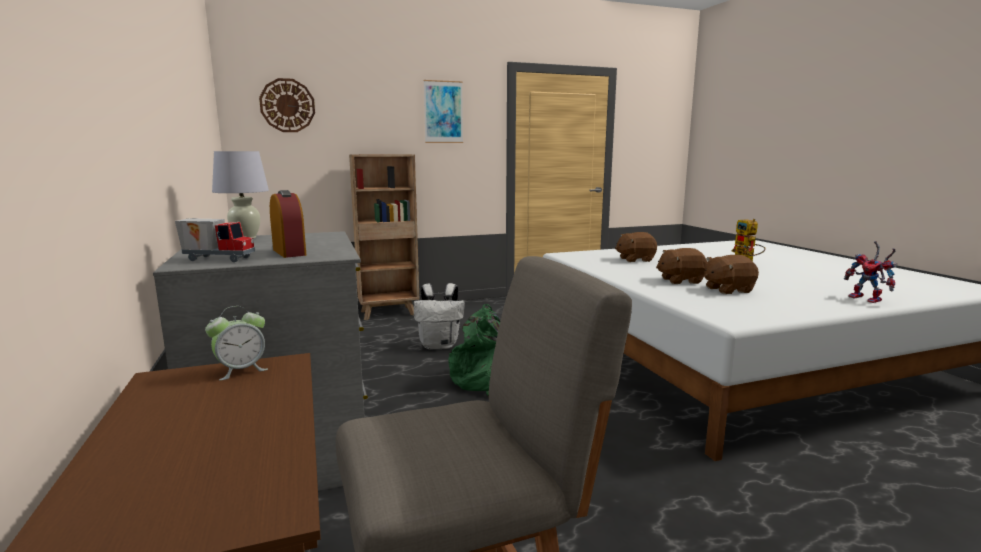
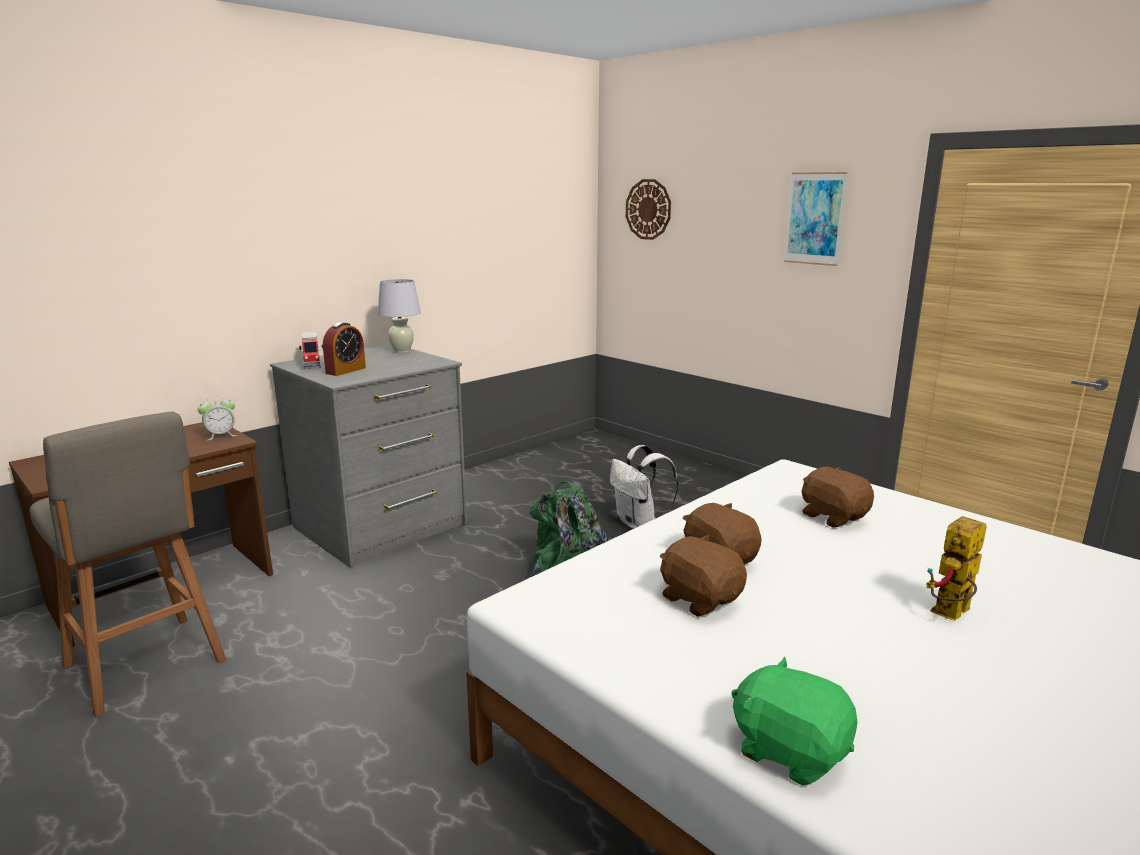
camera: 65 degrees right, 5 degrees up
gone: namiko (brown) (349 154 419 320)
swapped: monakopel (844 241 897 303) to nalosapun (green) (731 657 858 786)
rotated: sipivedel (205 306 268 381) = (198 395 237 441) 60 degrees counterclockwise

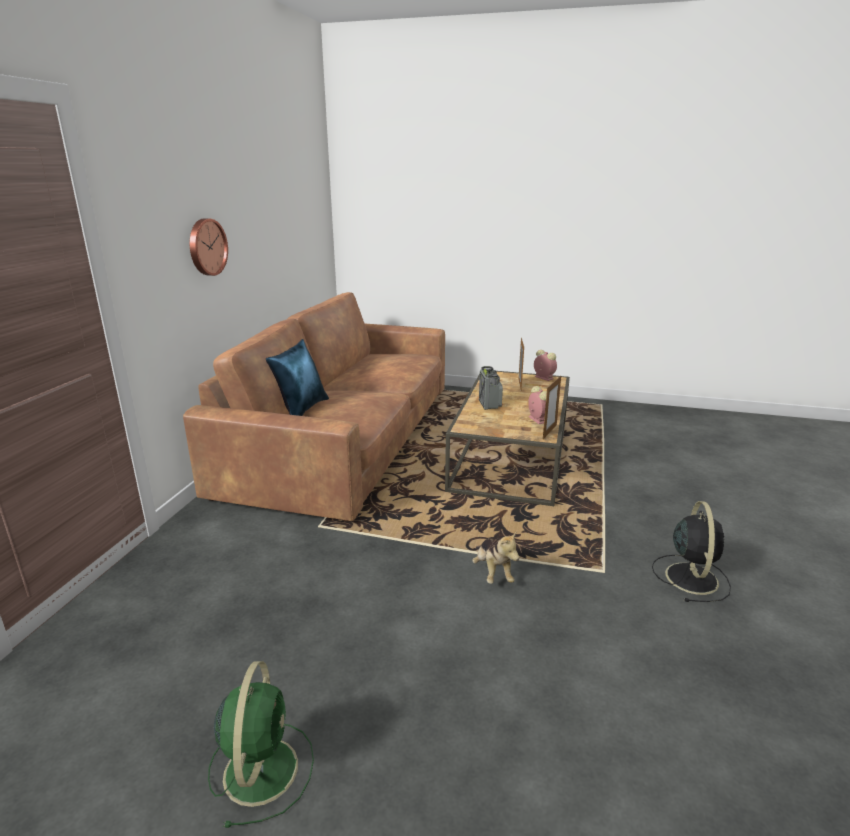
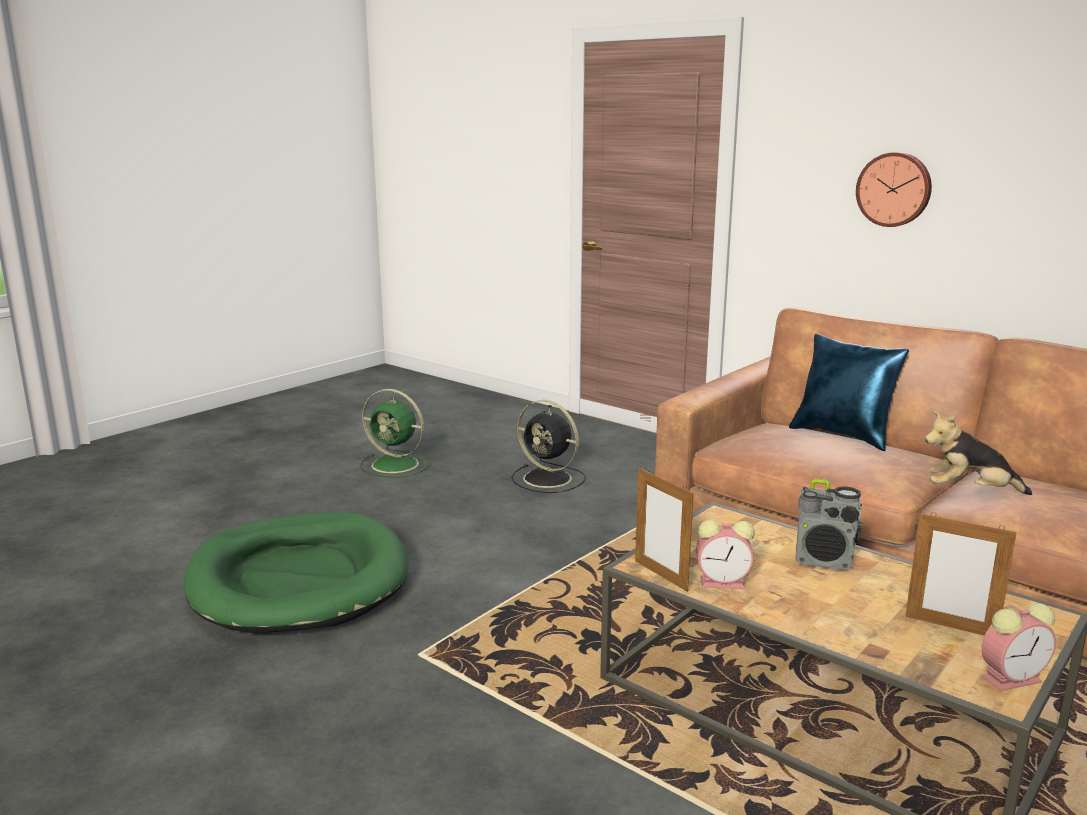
camera: 115 degrees right, 5 degrees down
new: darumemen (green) (184 512 409 633)
shifted: nalosapun (472 532 519 584) to (925 411 1032 495); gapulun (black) (652 501 731 602) to (511 400 586 493)

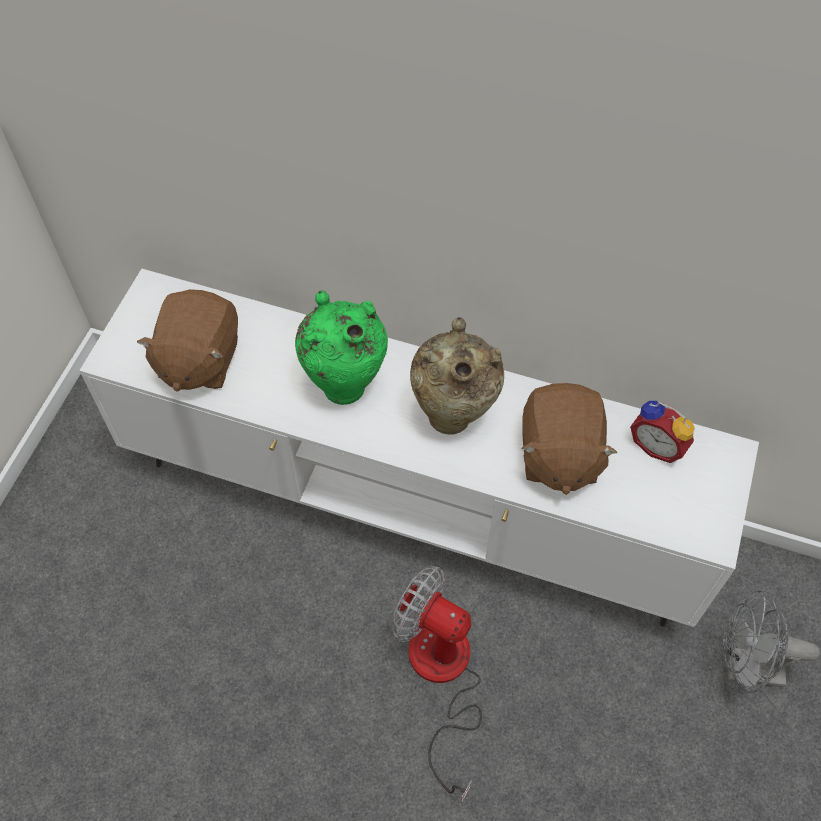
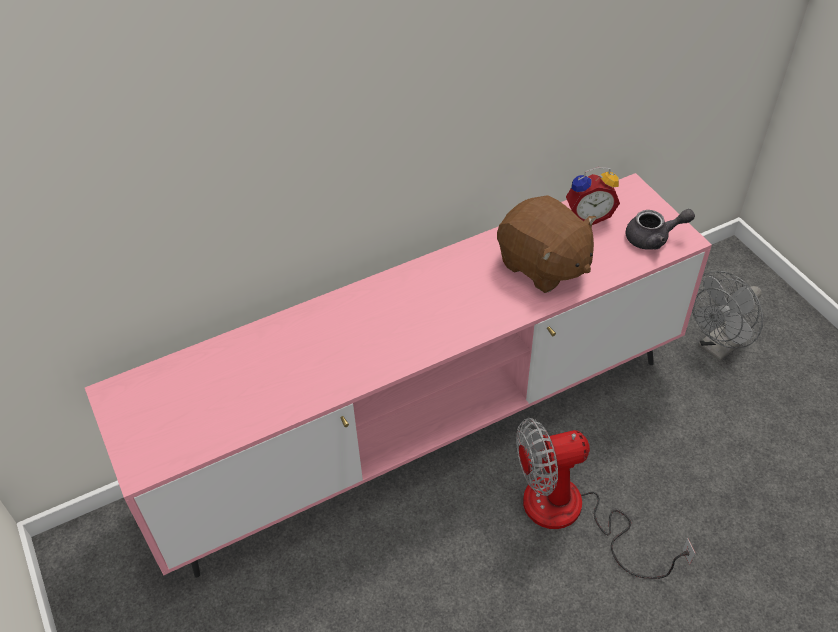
camera: 45 degrees left, 10 degrees down
gone: nalosapun (brown) (137 289 238 391); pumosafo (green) (295 290 388 405); pumosafo (beige) (410 317 504 434)
new: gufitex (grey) (626 209 695 250)
repainted: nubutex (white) (79 269 759 627) to nubutex (pink) (85 173 712 577)

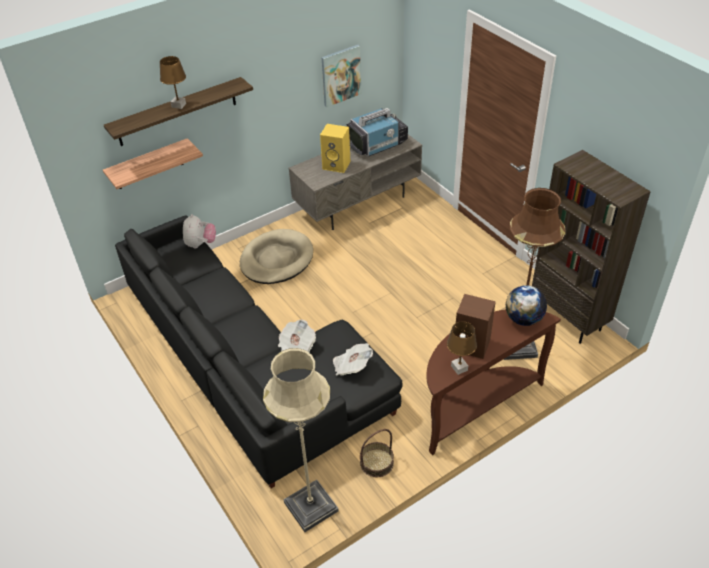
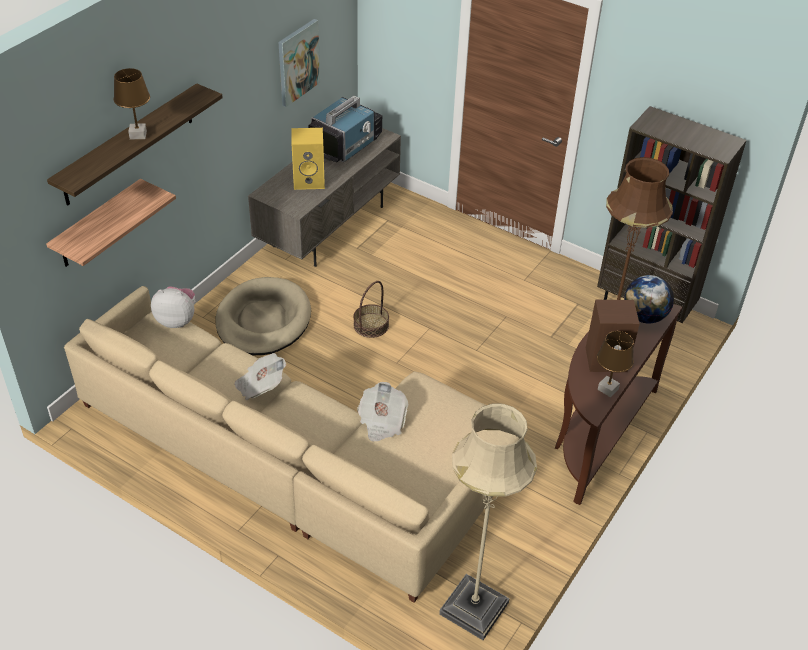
camera: 25 degrees left, 0 degrees up
shifted: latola (333 343 373 376) to (234 353 286 400); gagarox (360 429 394 477) to (353 281 389 338)
repainted: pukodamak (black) (115 215 402 488) to pukodamak (beige) (64 286 520 603)
rotated: nalosapun (183 214 216 248) = (151 286 195 328) 60 degrees counterclockwise

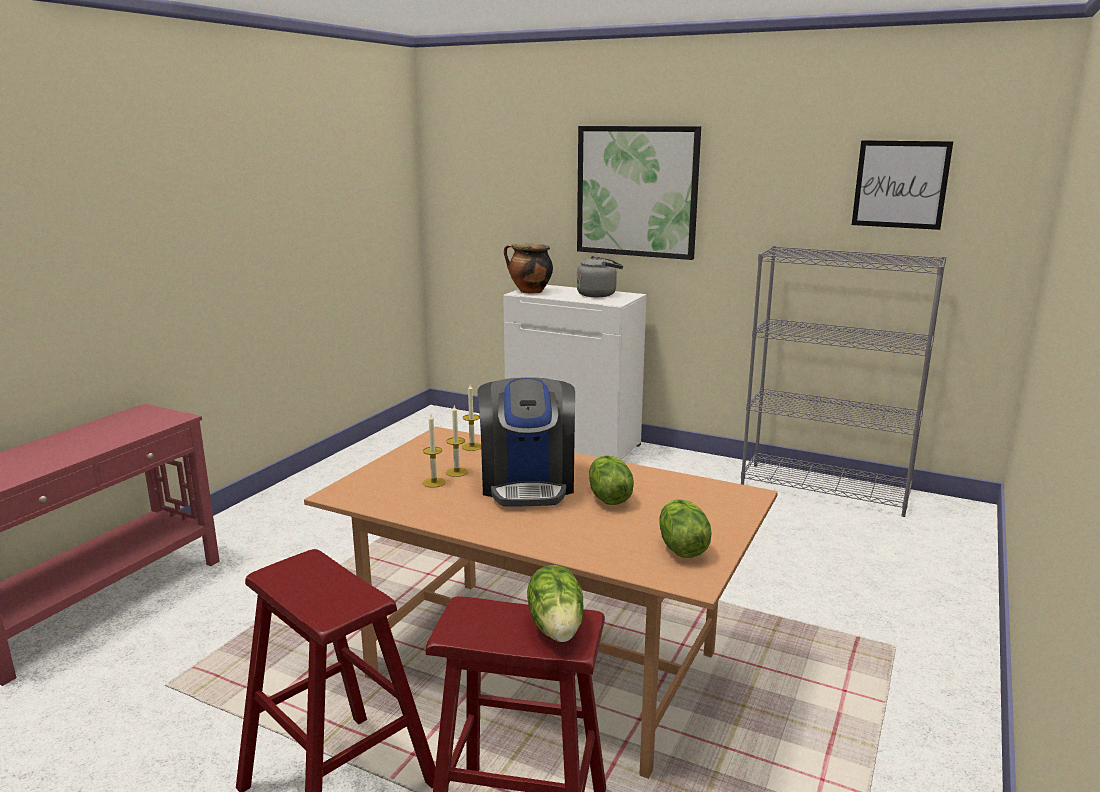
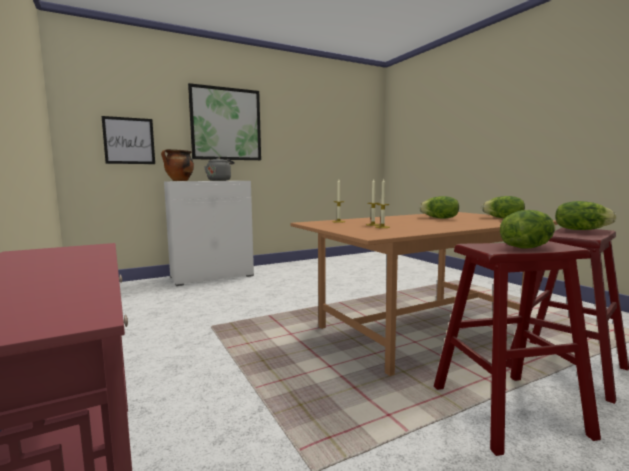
camera: 55 degrees left, 10 degrees down
gone: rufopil (477 377 575 507); namiko (grey) (741 246 946 517)
new: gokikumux (500 210 555 249)
shifted: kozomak (852 140 953 230) to (102 116 155 164)

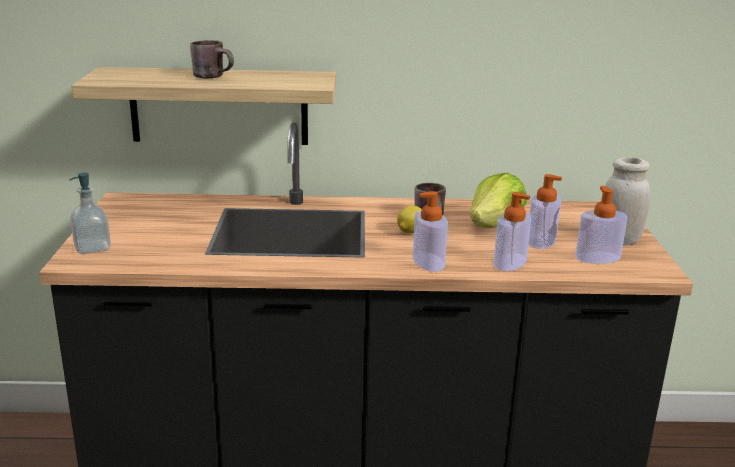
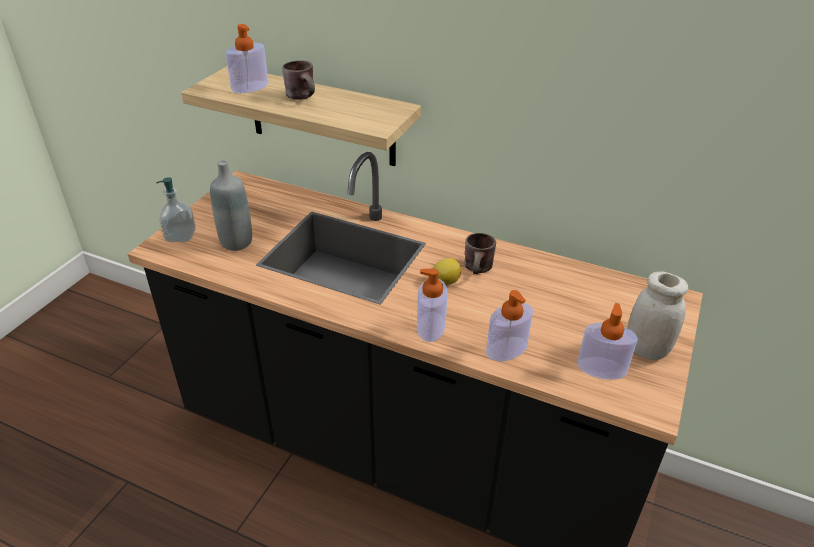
camera: 25 degrees right, 15 degrees up
gone: gokikumux (470 173 527 228)
new: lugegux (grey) (210 160 252 251)
shifted: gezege (528 174 562 249) to (225 24 268 93)

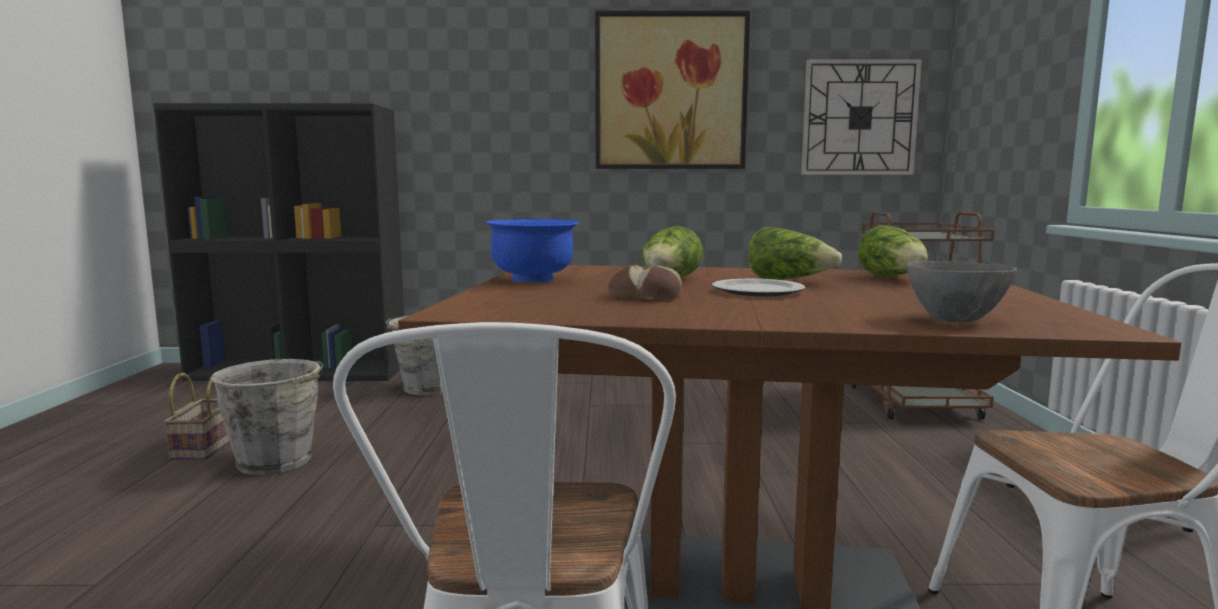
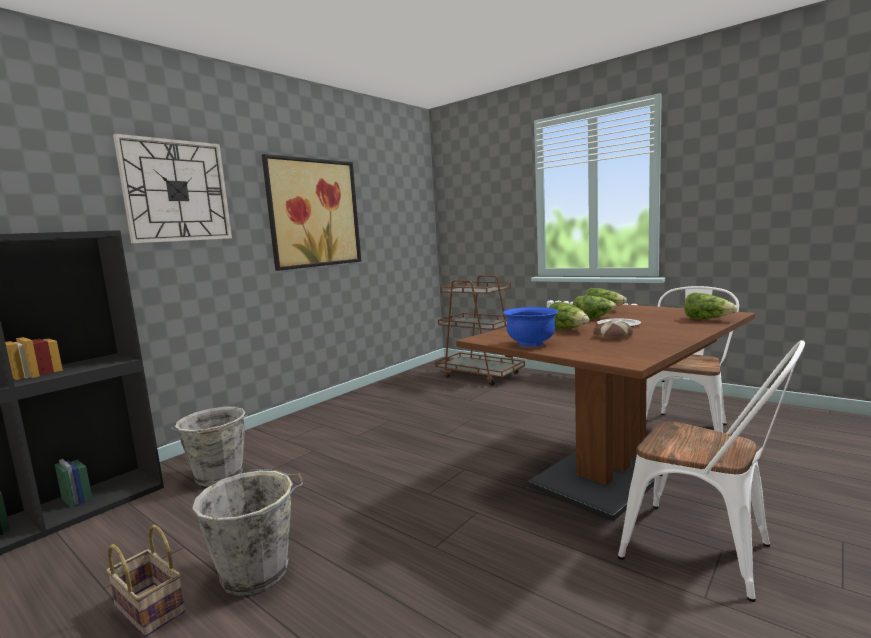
camera: 50 degrees left, 0 degrees up
shifted: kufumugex (801 59 922 175) to (113 134 232 244)
swapped: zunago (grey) (906 261 1017 323) to gokikumux (684 292 738 319)

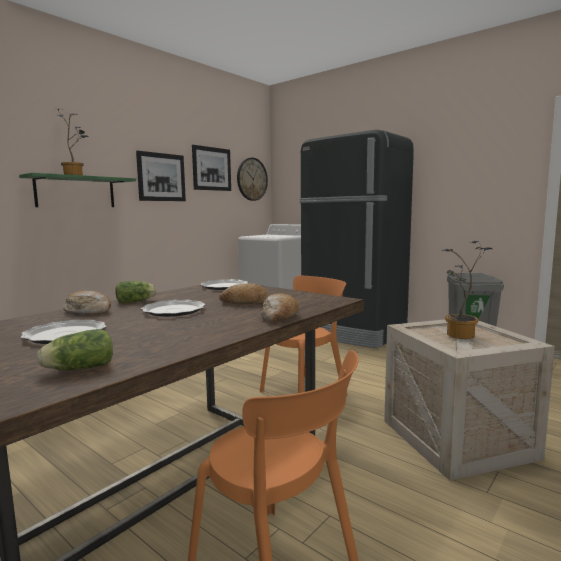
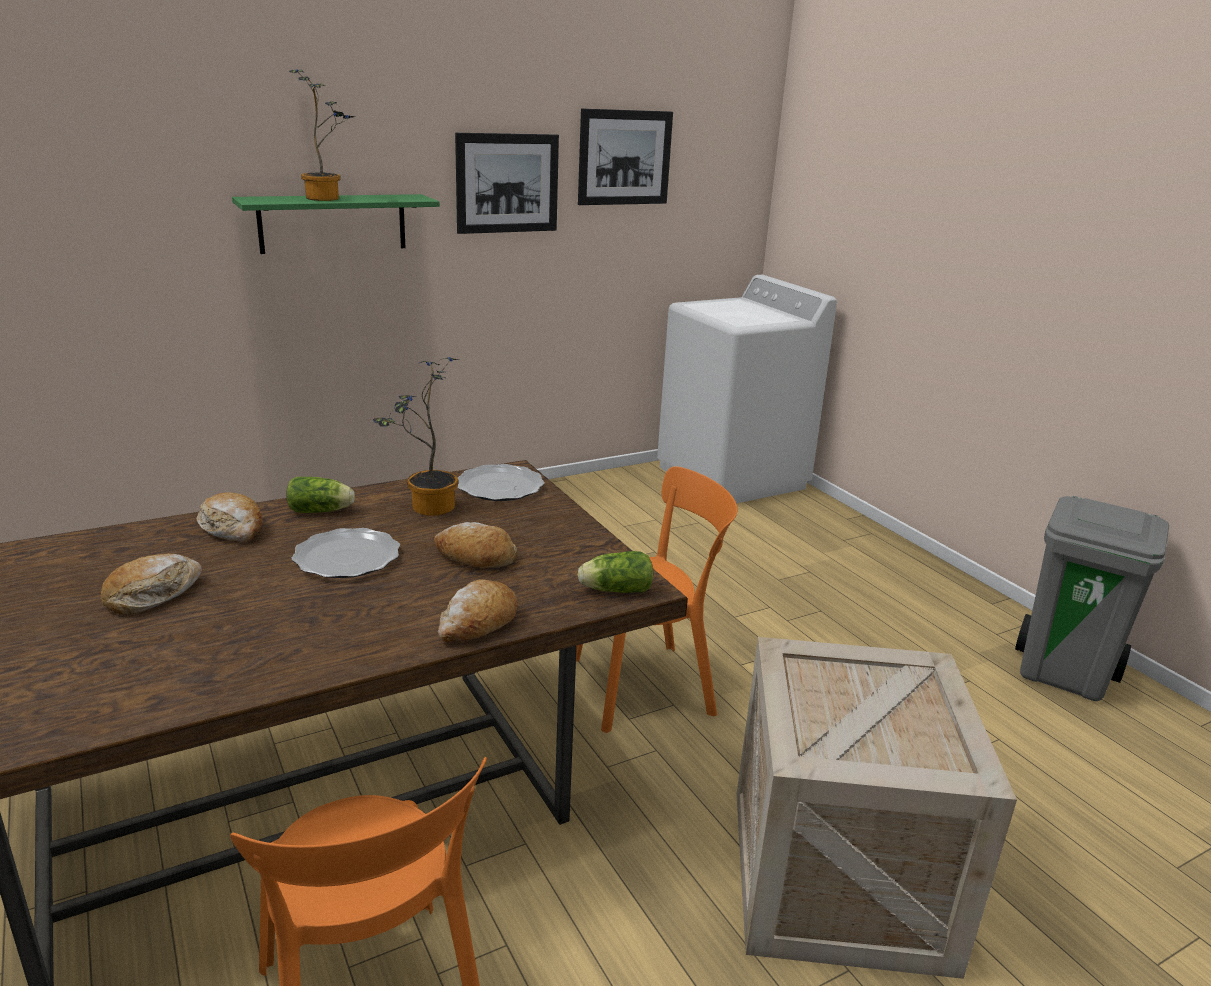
camera: 20 degrees right, 15 degrees up
gone: kufumugex (237 158 268 201); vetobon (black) (300 130 414 348)
shifted: gokikumux (37 329 113 370) to (578 551 653 593); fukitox (442 241 492 339) to (373 357 460 516)
swapped: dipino (20 320 107 344) to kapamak (101 553 202 615)

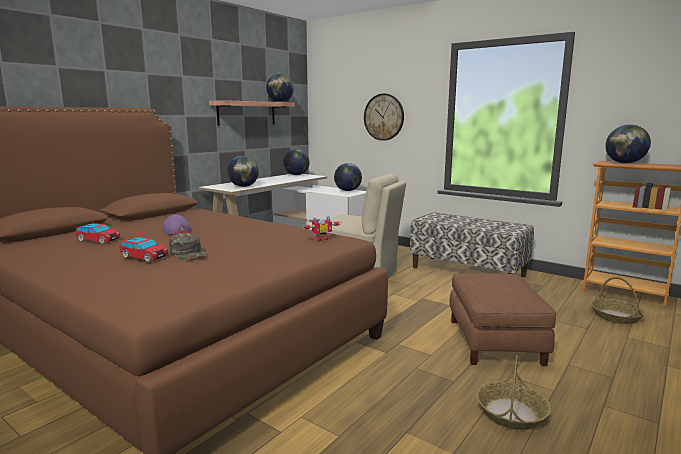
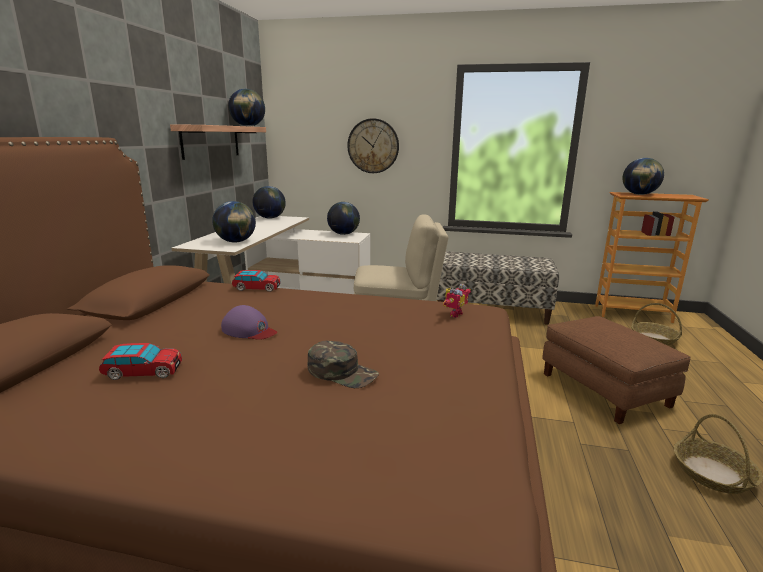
camera: 25 degrees left, 5 degrees up
shifted: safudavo (119 237 169 262) to (232 270 281 292)

